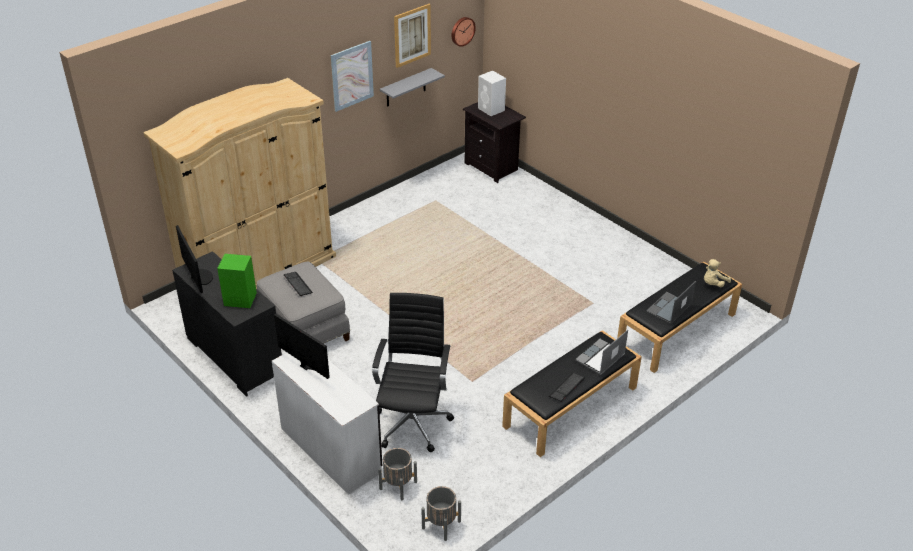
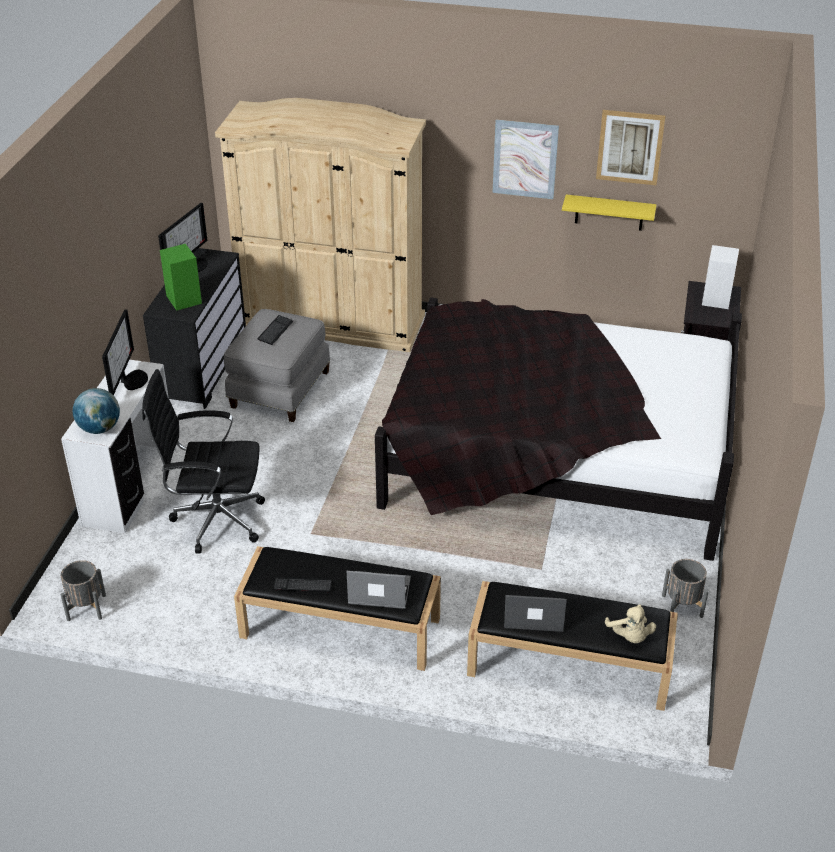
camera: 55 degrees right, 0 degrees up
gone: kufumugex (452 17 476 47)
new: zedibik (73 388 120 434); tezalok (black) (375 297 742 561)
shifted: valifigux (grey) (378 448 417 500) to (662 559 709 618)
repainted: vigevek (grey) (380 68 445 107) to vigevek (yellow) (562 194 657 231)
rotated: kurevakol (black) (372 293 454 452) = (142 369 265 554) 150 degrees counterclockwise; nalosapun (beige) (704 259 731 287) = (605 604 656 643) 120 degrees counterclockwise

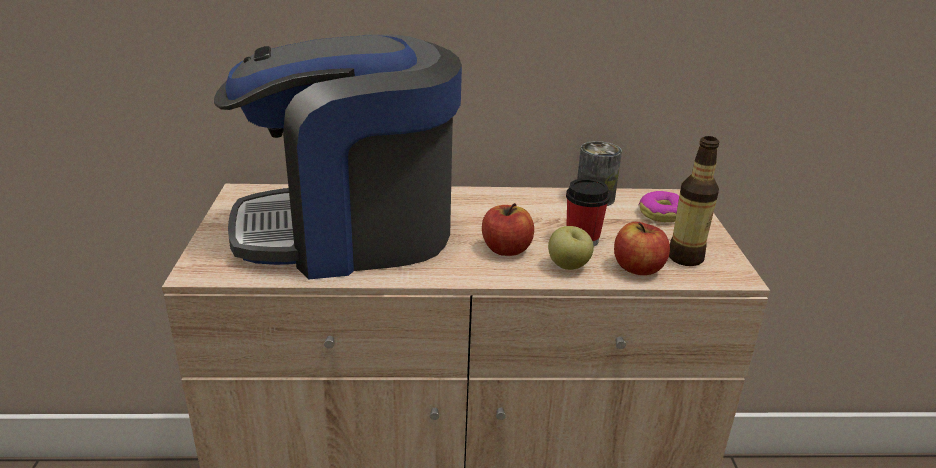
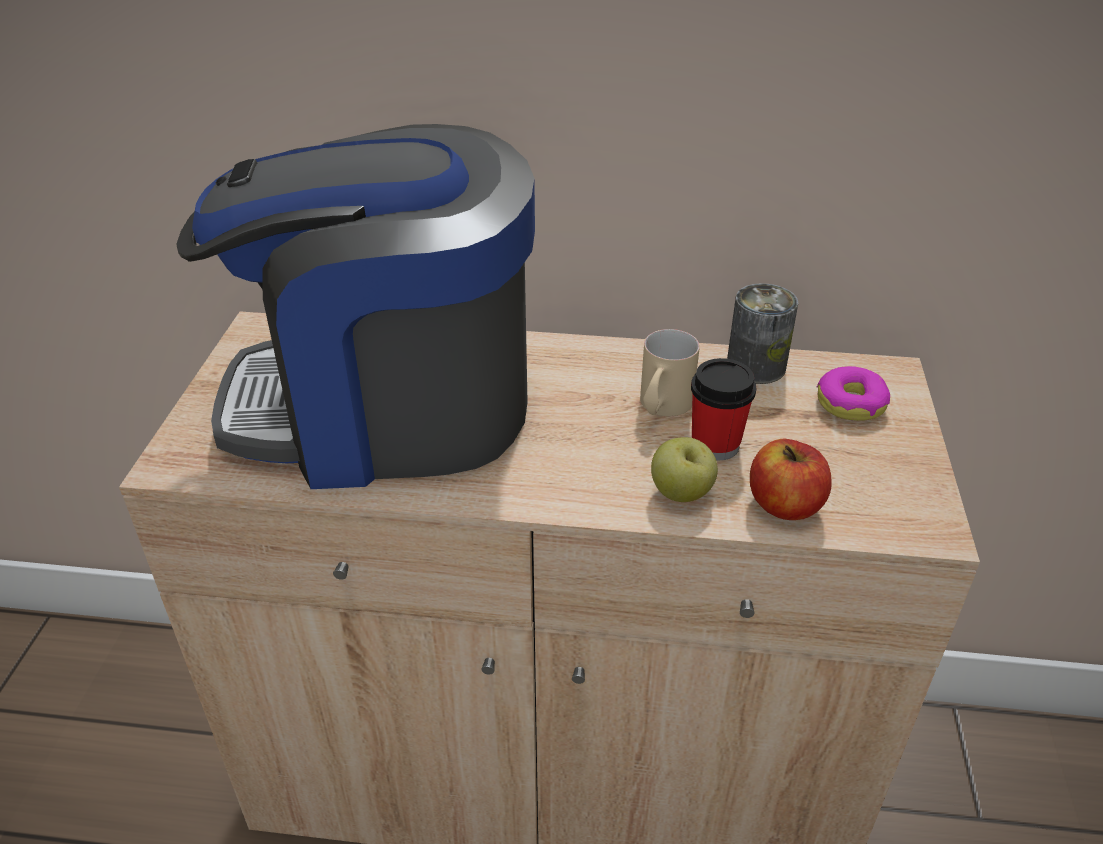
camera: 10 degrees right, 10 degrees up
gone: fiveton (482 203 534 256); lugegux (669 136 720 266)
new: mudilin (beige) (640 329 700 416)

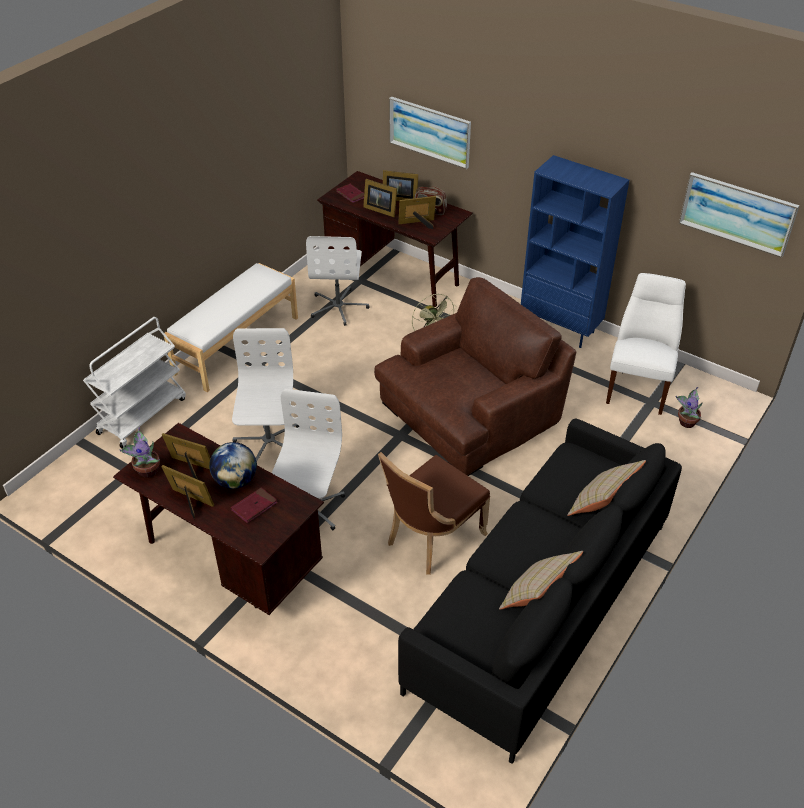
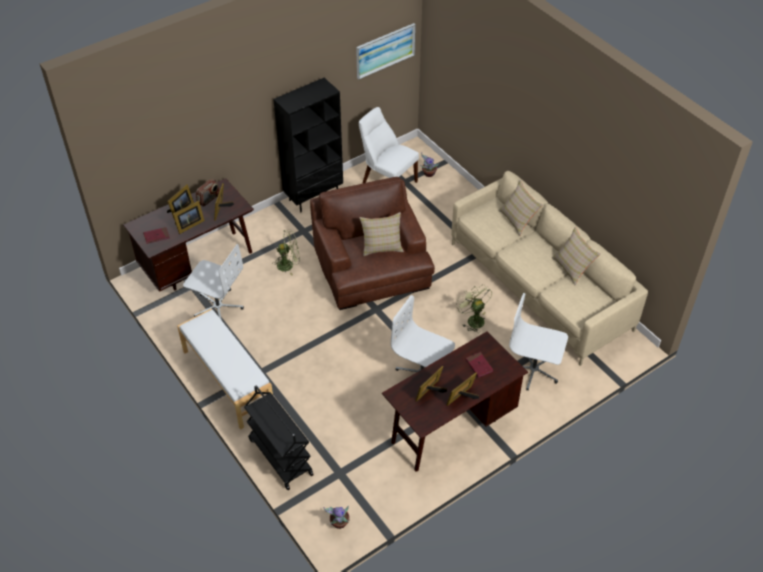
camera: 70 degrees left, 5 degrees up
gone: zedibik (209 442 257 489); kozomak (389 97 471 169)
new: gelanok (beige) (359 212 404 256)
shifted: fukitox (120 427 160 478) to (324 506 350 529); kurevakol (white) (232 328 299 463) to (509 293 568 390)
swapped: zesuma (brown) (378 452 490 575) to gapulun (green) (456 284 492 333)
repainted: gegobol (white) (83 317 186 449) to gegobol (black) (244 386 314 490); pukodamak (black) (398 419 682 764) to pukodamak (beige) (451 171 648 366); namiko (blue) (521 155 629 348) to namiko (black) (273 78 343 212)

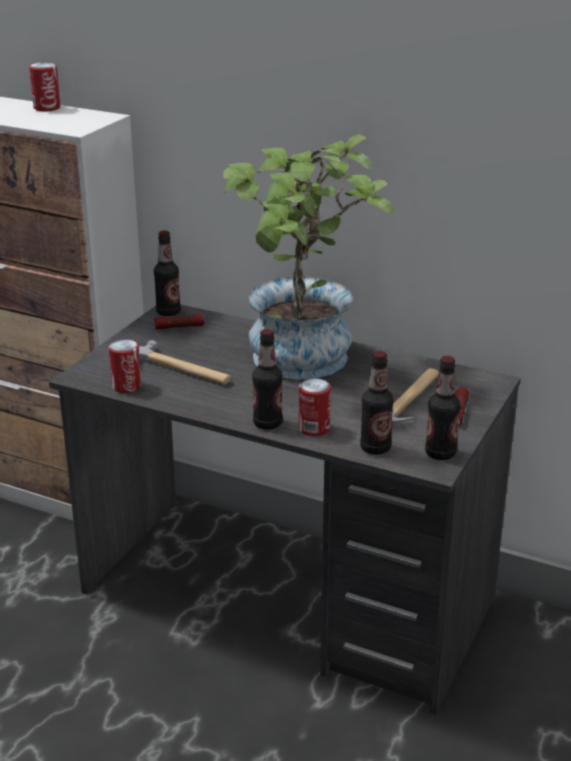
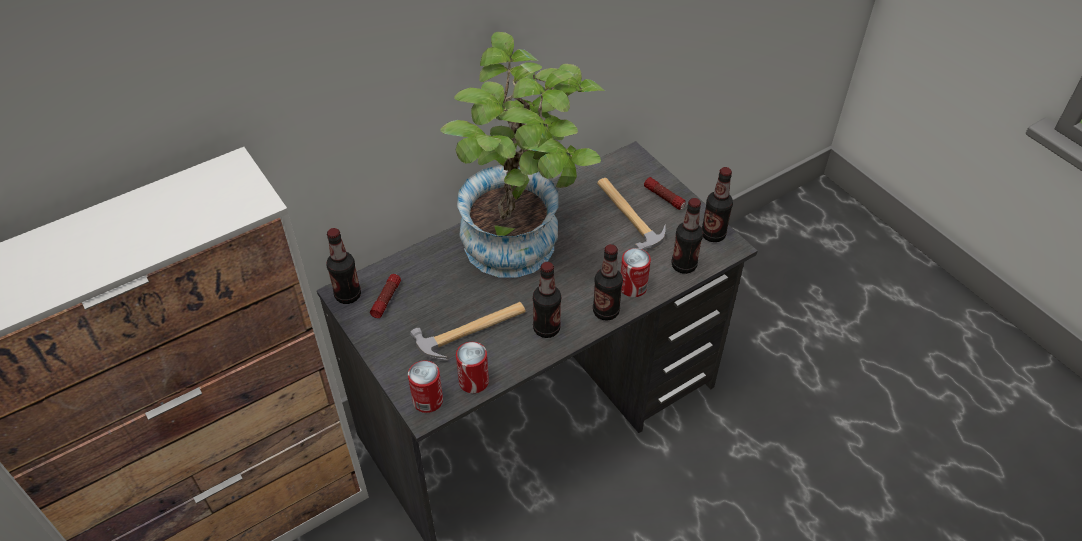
camera: 60 degrees left, 20 degrees up
new: lugegux (533 262 561 338)
shifted: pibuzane (29 62 61 111) to (408 361 443 413)

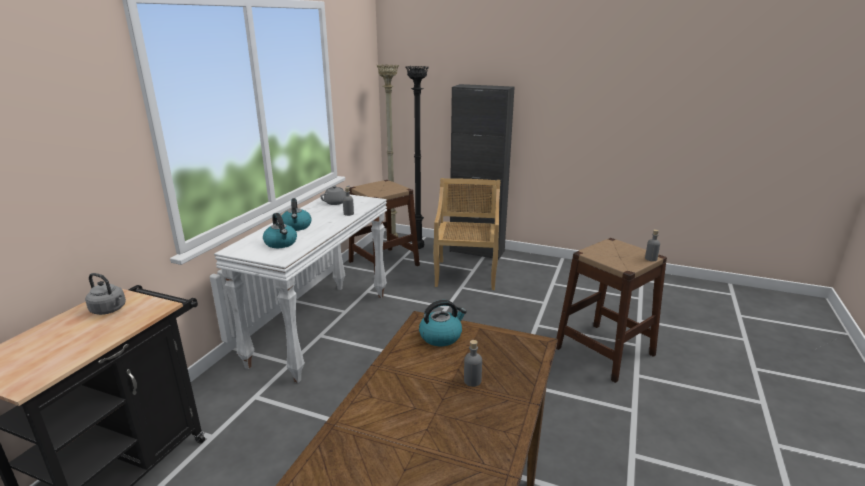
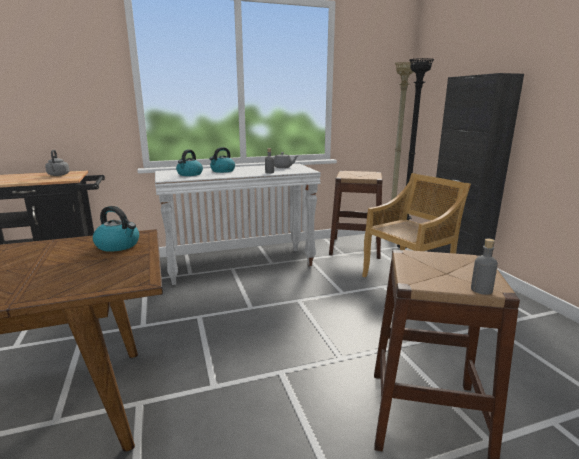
camera: 50 degrees right, 5 degrees down
gone: lugegux (grey) (464 340 482 387)

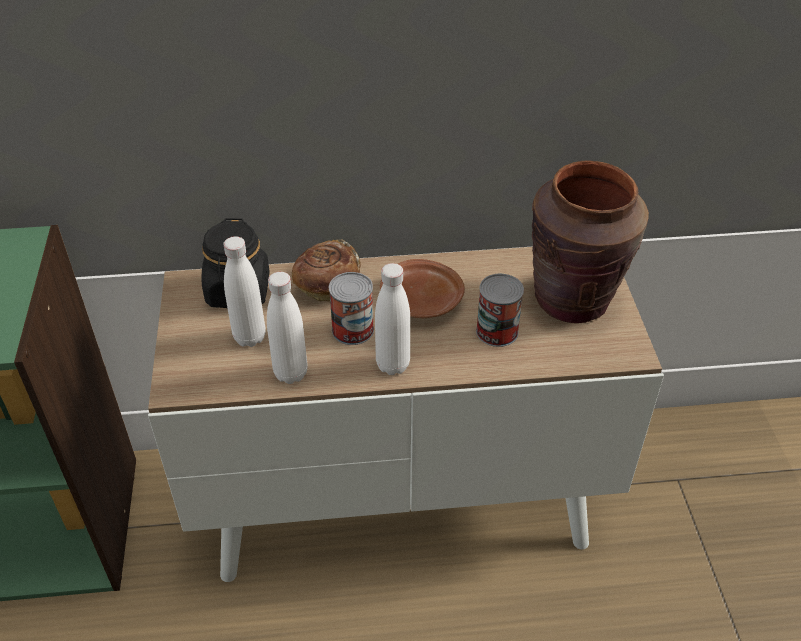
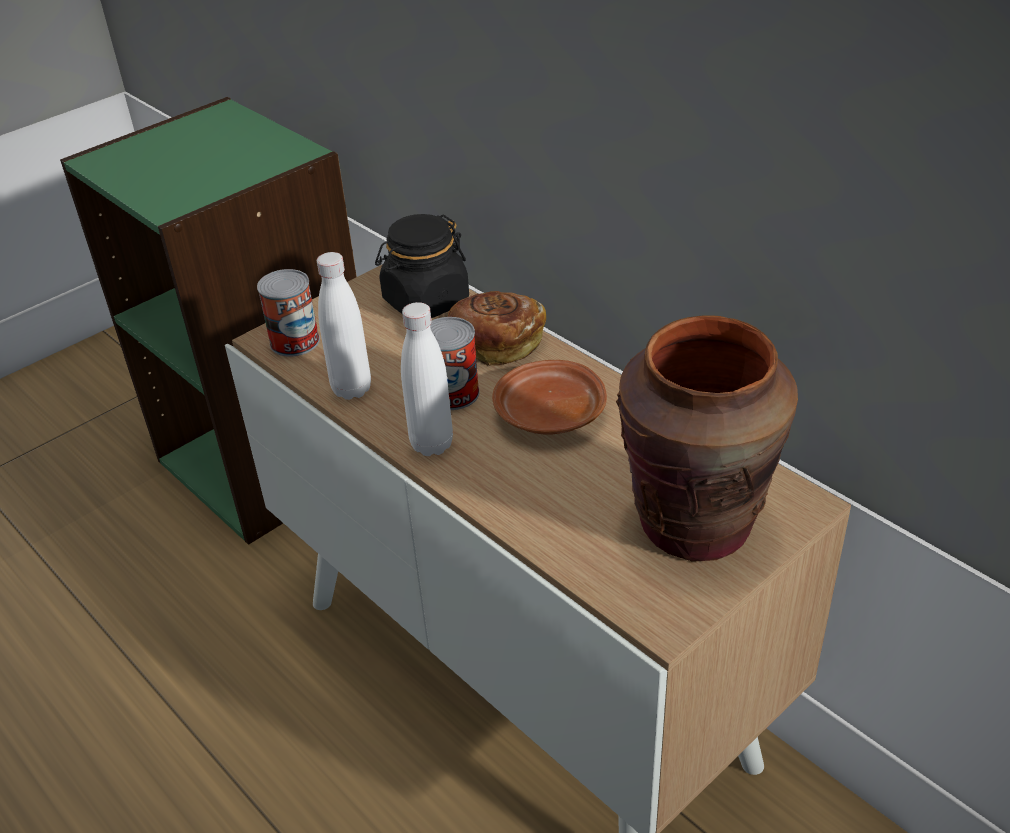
camera: 55 degrees right, 5 degrees down
gone: lugegux (white) (223 236 266 347)
shifted: pibuzane (476 274 524 347) to (257 269 320 357)

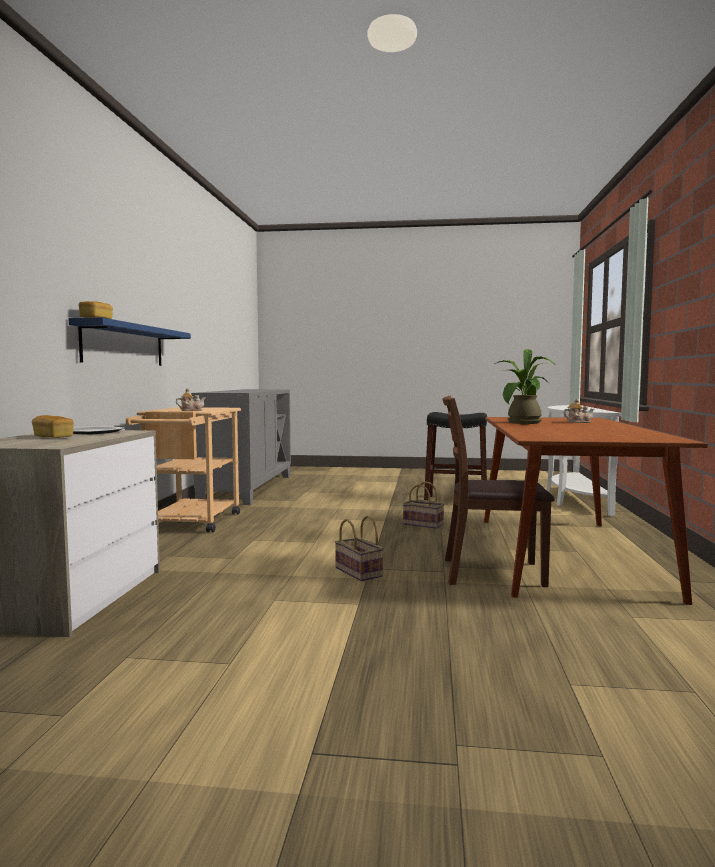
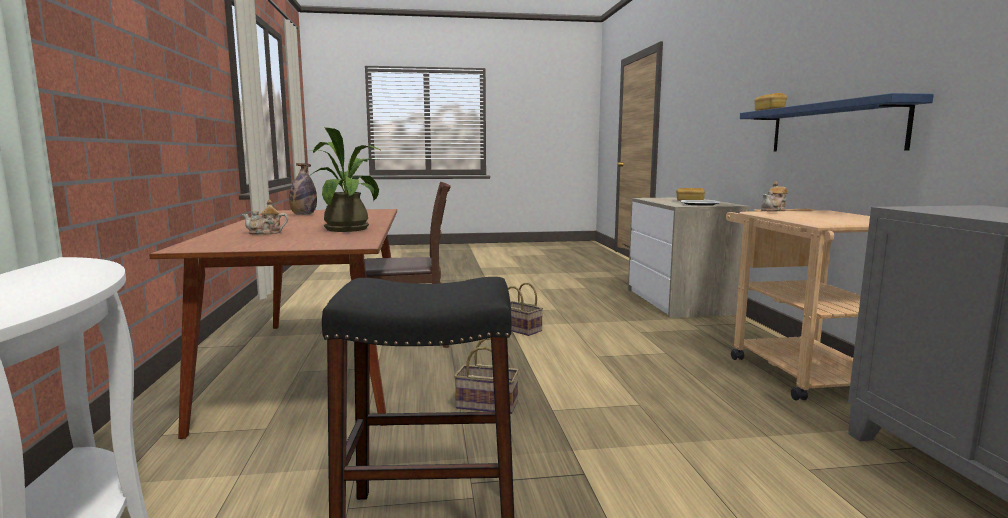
camera: 165 degrees right, 5 degrees up
new: lugegux (289 163 317 215)

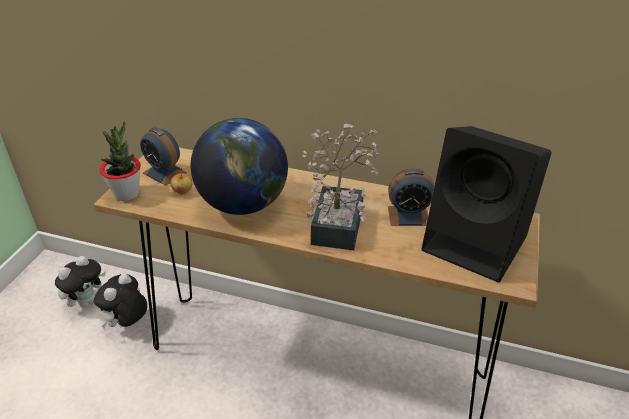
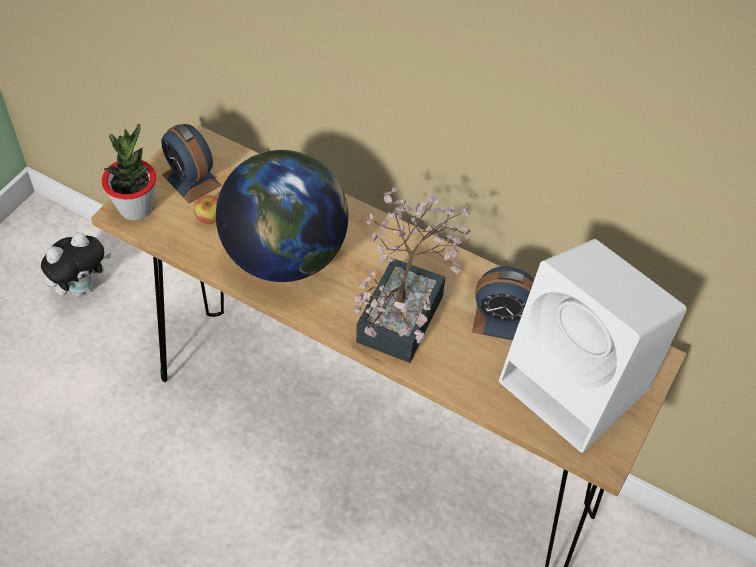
camera: 10 degrees right, 15 degrees up
gone: nalosapun (94 273 147 329)
repainted: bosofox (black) (422 126 552 282) to bosofox (white) (499 239 687 453)

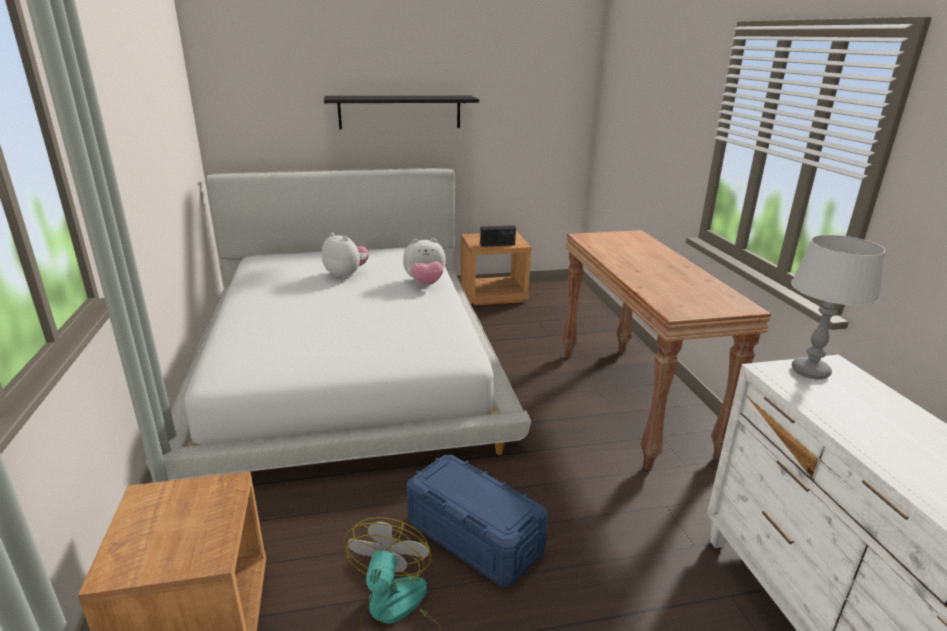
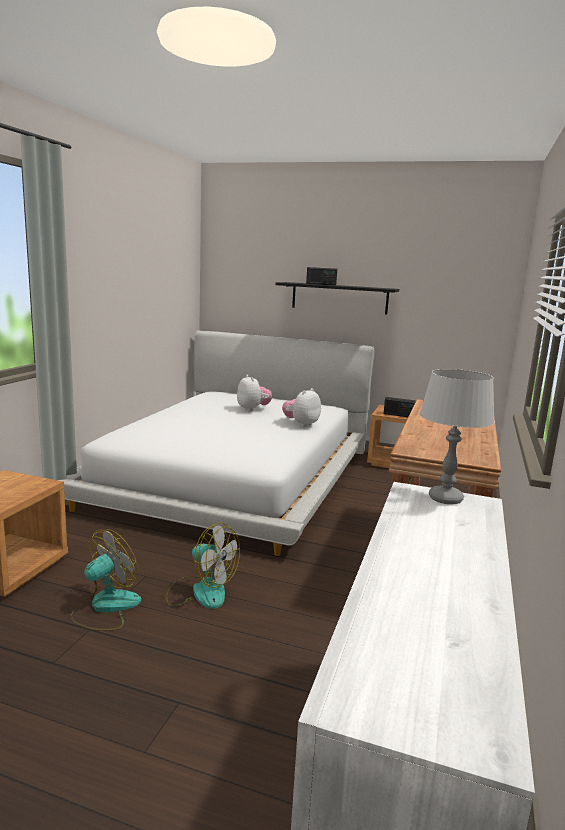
camera: 30 degrees right, 10 degrees down
new: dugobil (306 267 337 285)
swapped: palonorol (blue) (407 455 548 587) to gapulun (166 523 240 609)
rotated: nalosapun (403 238 446 285) = (282 388 321 427) 105 degrees clockwise

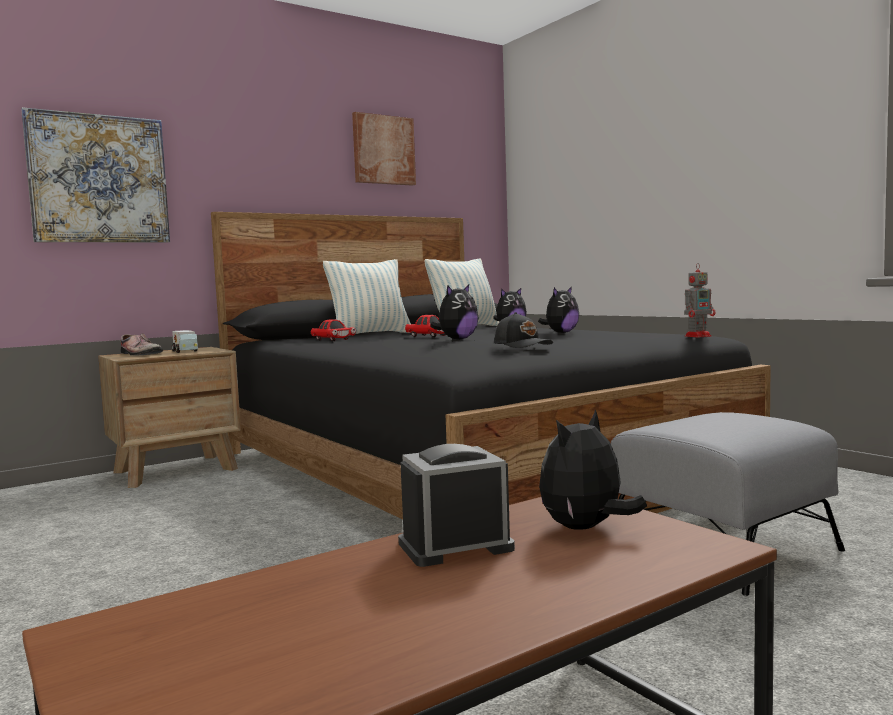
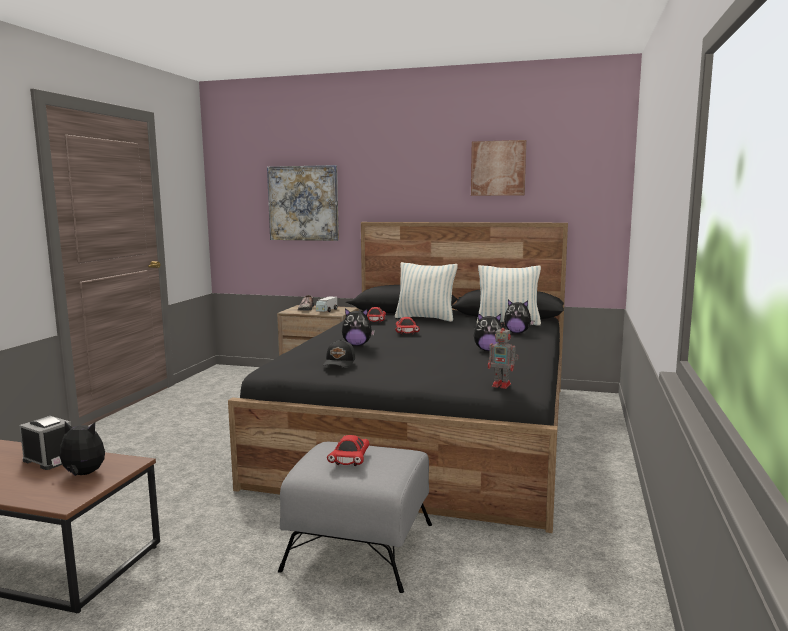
camera: 50 degrees right, 5 degrees up
new: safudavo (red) (327 435 369 466)

